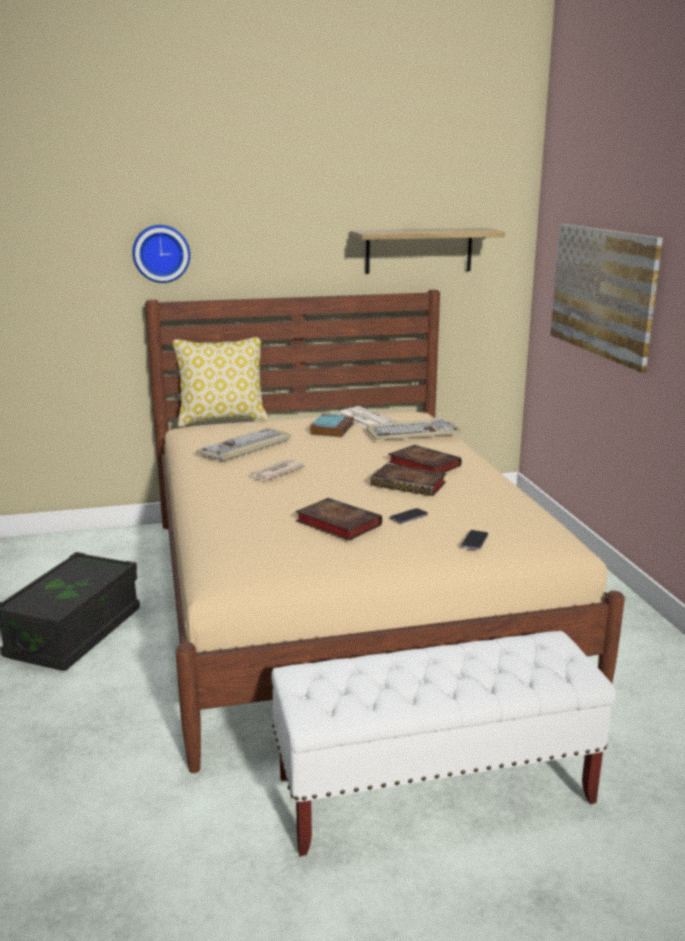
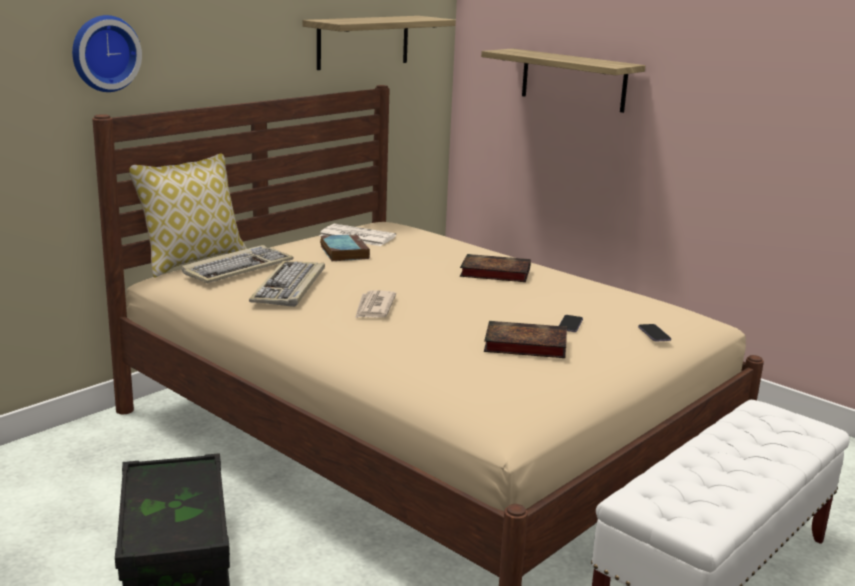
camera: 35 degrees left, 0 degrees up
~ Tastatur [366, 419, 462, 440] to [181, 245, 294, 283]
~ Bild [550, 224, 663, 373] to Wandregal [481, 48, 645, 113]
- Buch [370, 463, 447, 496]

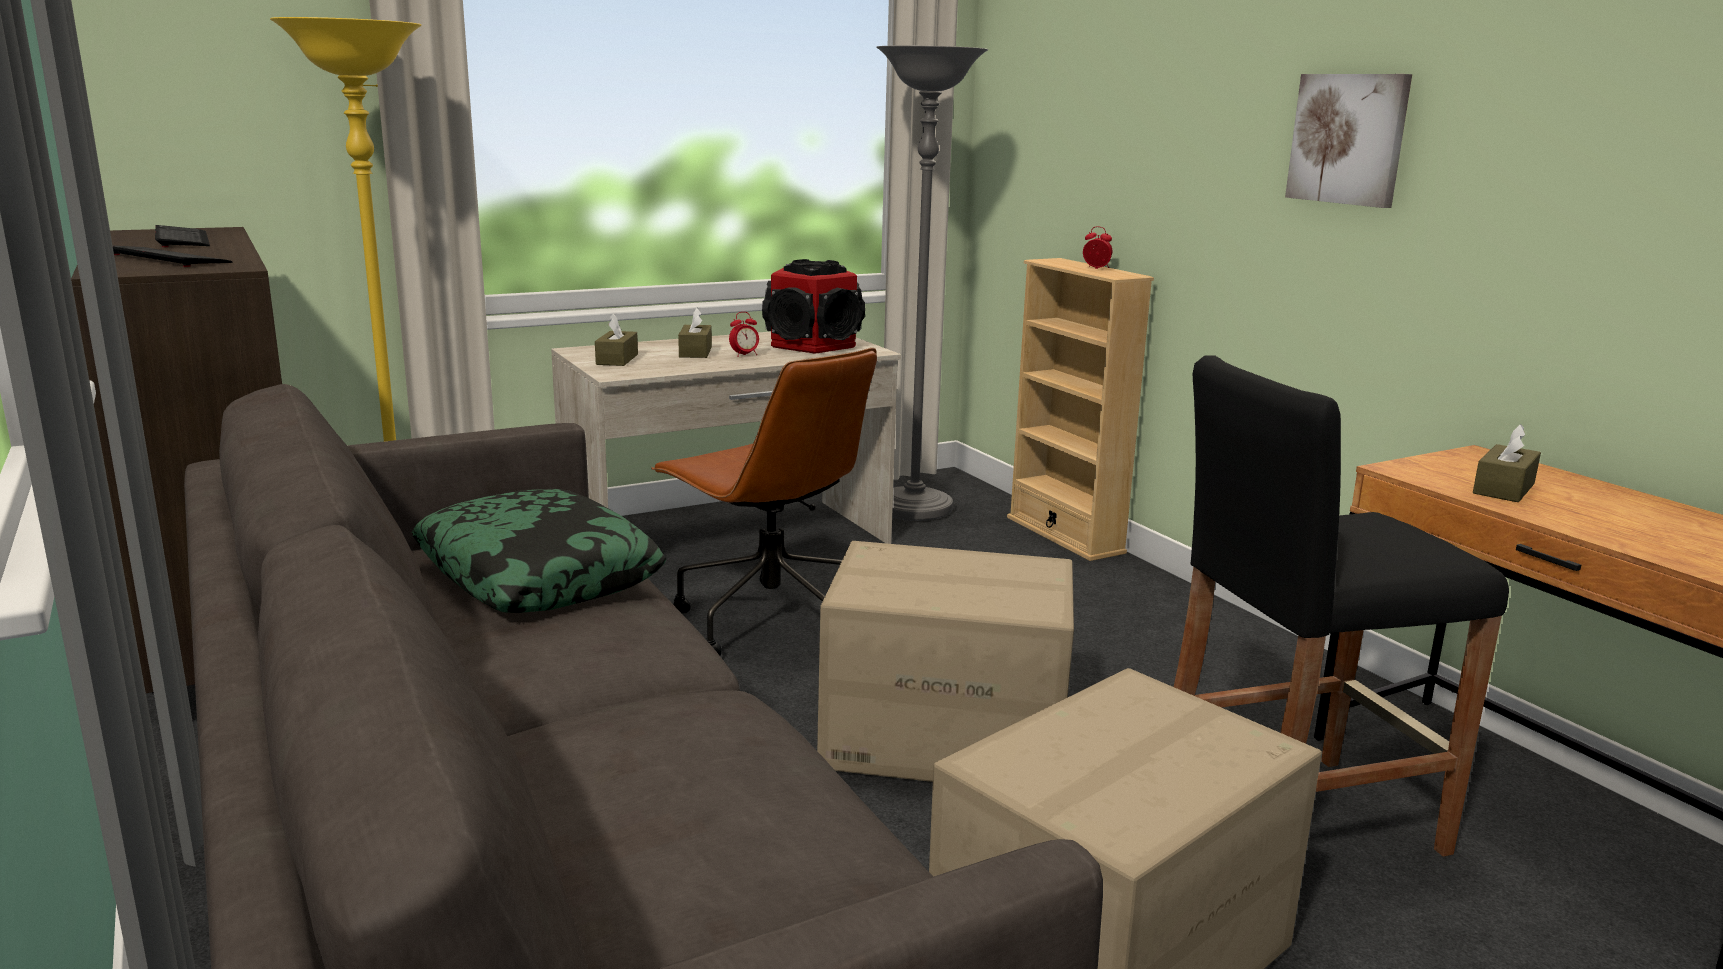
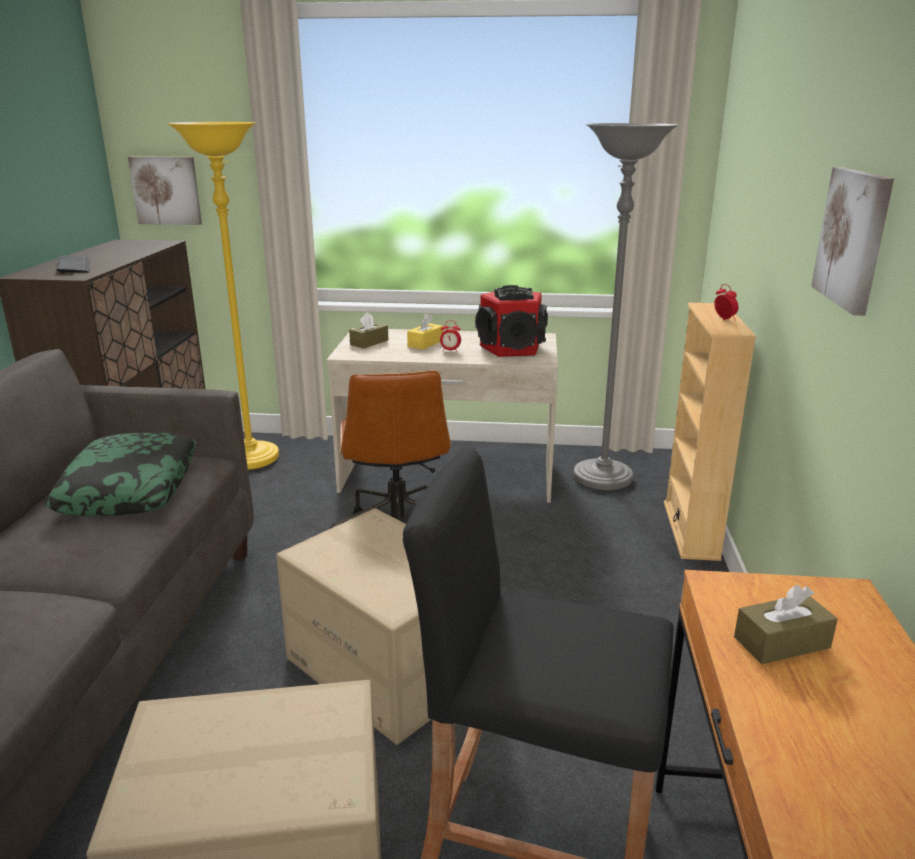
camera: 35 degrees right, 5 degrees up
+ Bild [128, 156, 202, 225]
~ Taschentuchbox/braun [678, 308, 712, 358] to Taschentuchbox/gelb [407, 313, 443, 349]
- Tastatur [155, 225, 210, 247]

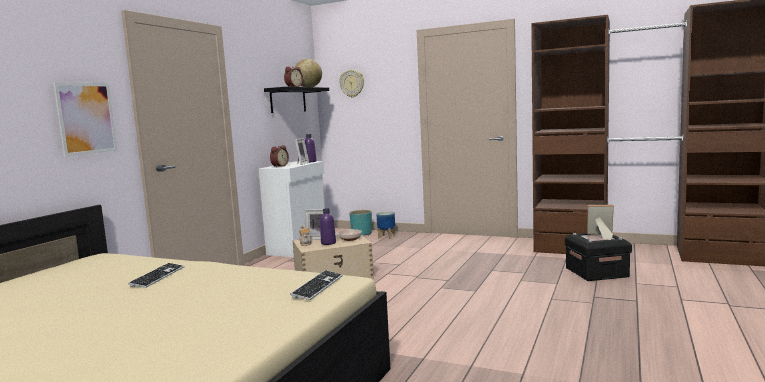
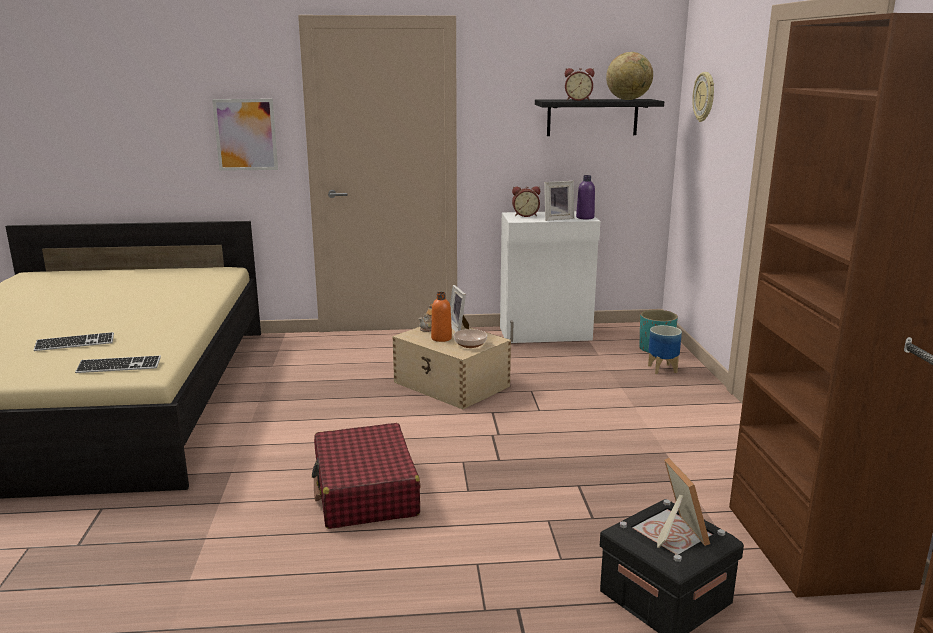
camera: 60 degrees right, 10 degrees up
~ Tastatur [128, 263, 185, 288] to [34, 332, 114, 351]
+ Koffer/rot [312, 423, 421, 529]
~ Flasche/lila [320, 208, 336, 245] to Flasche/orange [431, 292, 452, 342]

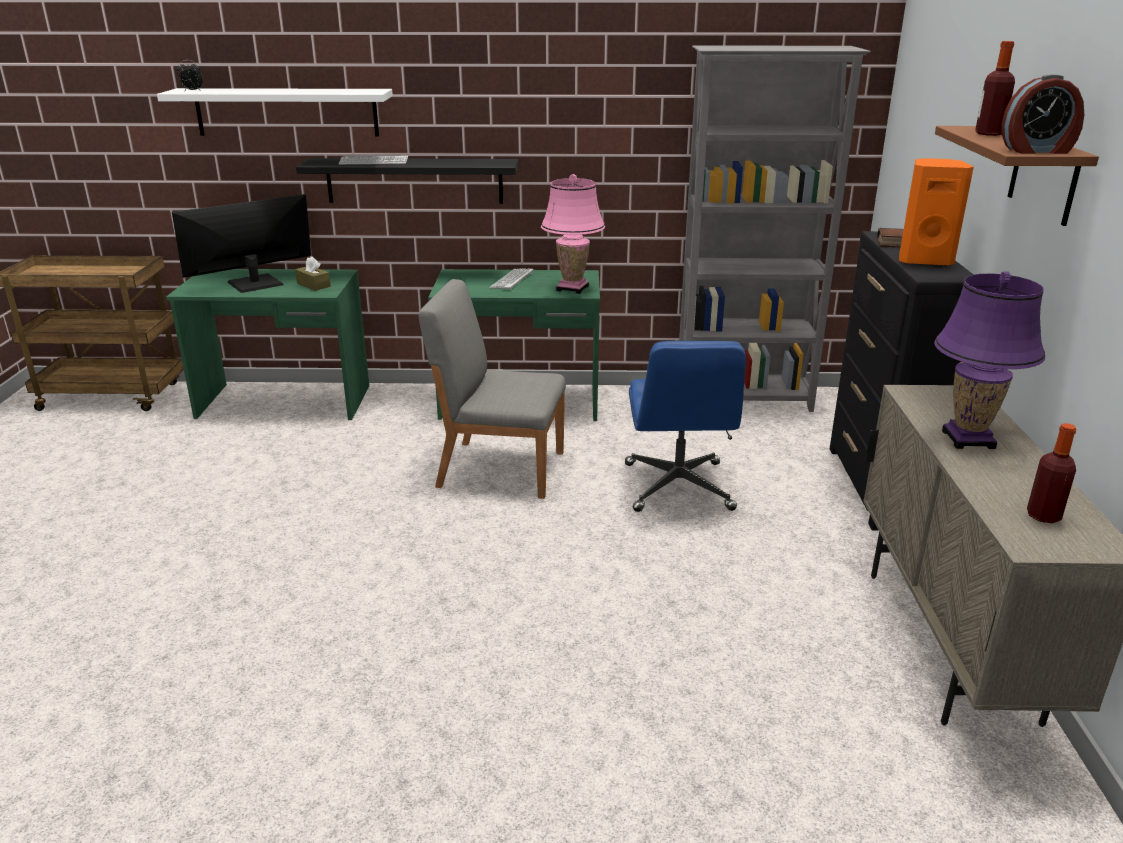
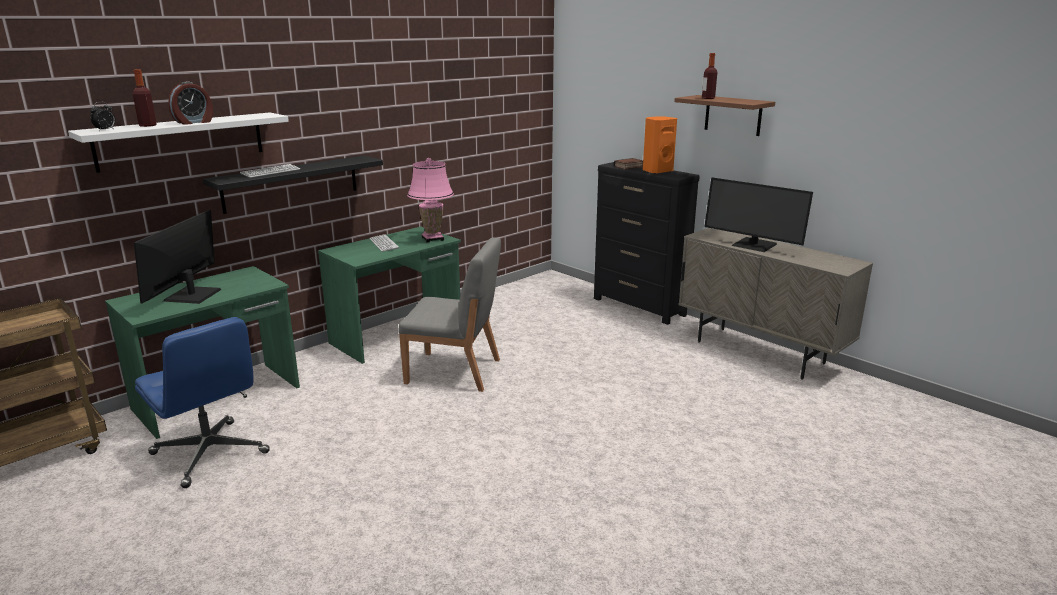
camera: 45 degrees left, 5 degrees down
~ Flasche [1027, 423, 1076, 523] to [133, 69, 157, 127]
~ Bürostuhl/blau [625, 341, 746, 512] to [135, 317, 270, 488]
~ Wecker [1002, 74, 1084, 154] to [168, 82, 213, 125]
~ Stuhl/grau [419, 279, 566, 499] = [398, 237, 501, 392] 135 degrees counterclockwise
~ Tischlampe/lila [934, 271, 1045, 449] to Monitor [704, 177, 813, 252]
- Taschentuchbox/braun [295, 256, 331, 291]
- Bücherregal/grau [679, 45, 871, 412]

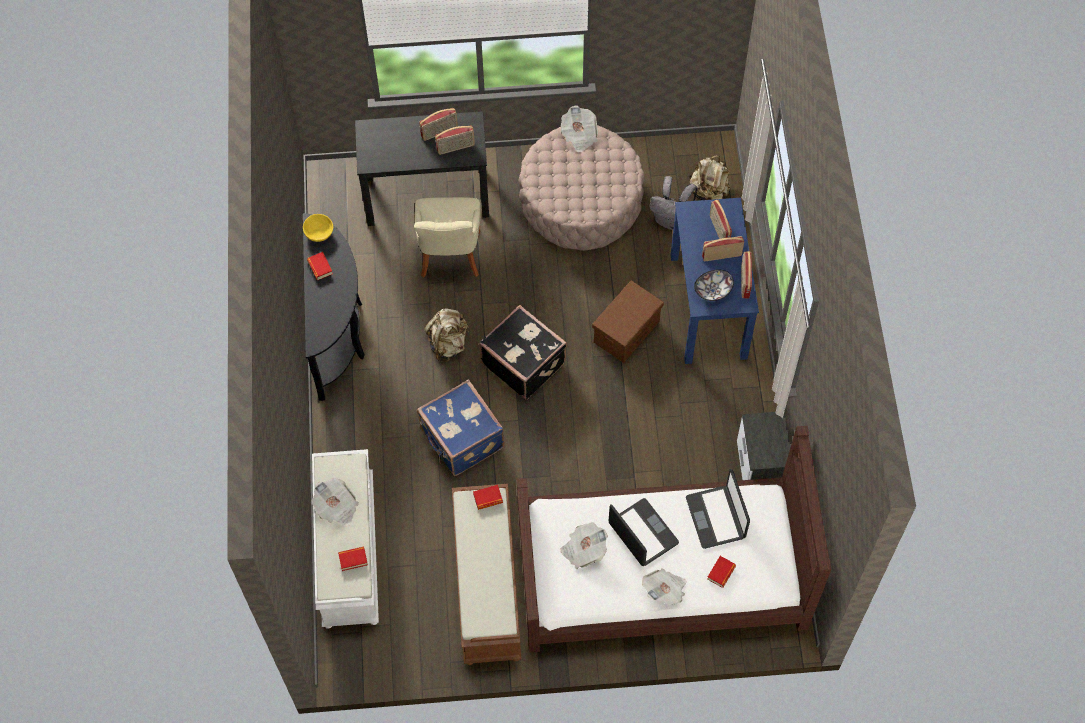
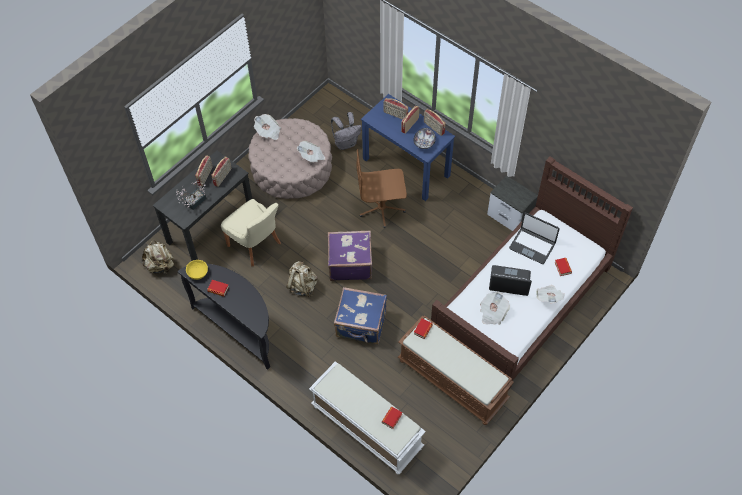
camera: 45 degrees left, 5 degrees down
~ Rucksack/beige [689, 156, 730, 200] to [142, 240, 174, 274]
+ Topfpflanze [176, 181, 207, 210]
~ Zeitung [312, 478, 359, 527] to [297, 141, 326, 163]
~ Koffer/schwarz [479, 305, 567, 400] to Koffer/lila [328, 230, 372, 281]
~ Aufbewahrungsbox/braun [592, 280, 664, 363] to Bürostuhl/braun [356, 149, 407, 228]

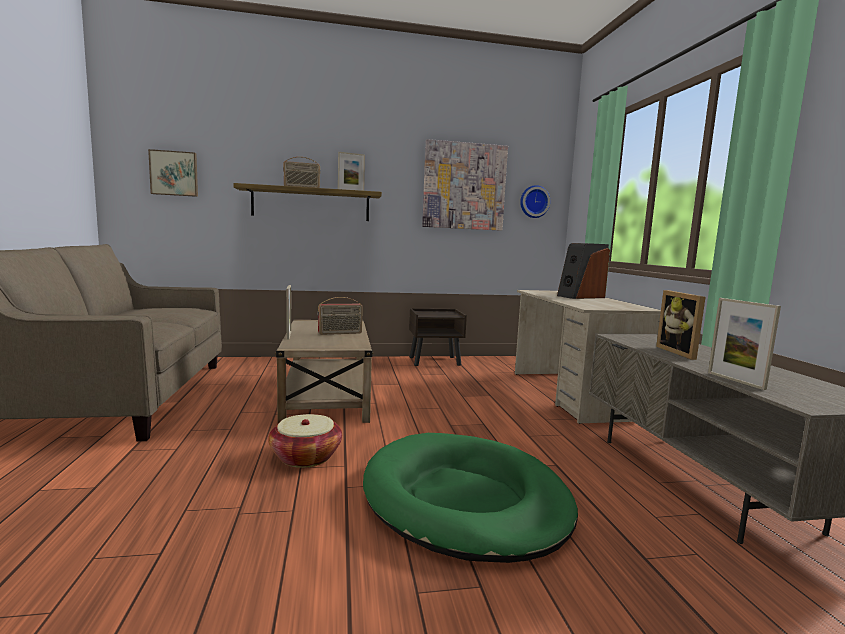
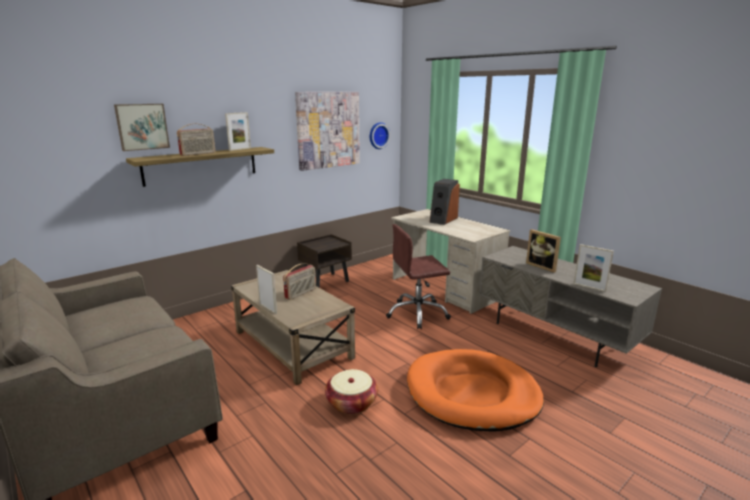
camera: 30 degrees left, 10 degrees up
~ Bild [148, 149, 198, 197] to [114, 104, 170, 151]
+ Bürostuhl/braun [386, 224, 451, 329]
~ Hundebett/grün [363, 433, 578, 563] to Hundebett/orange [407, 349, 544, 432]

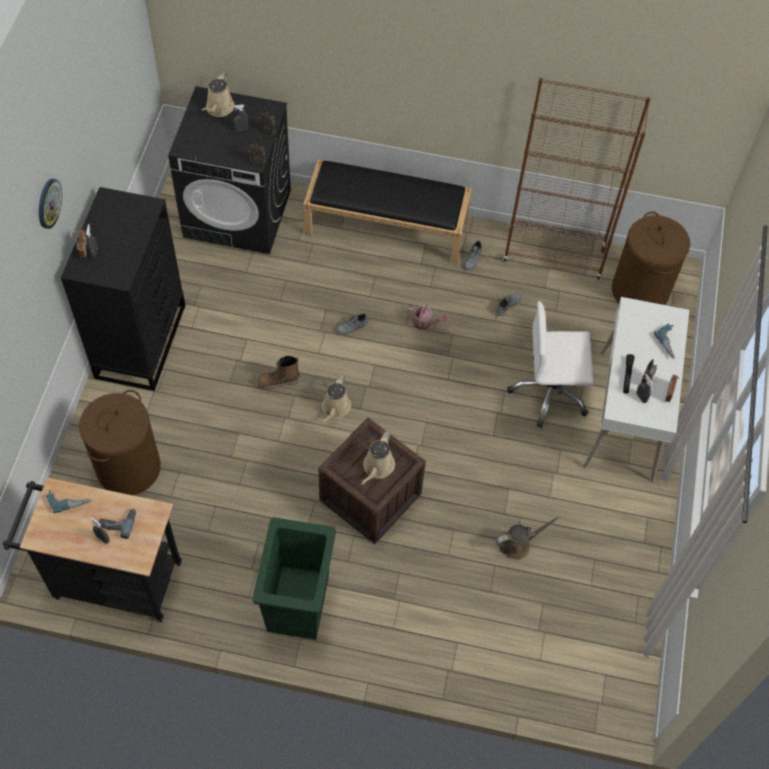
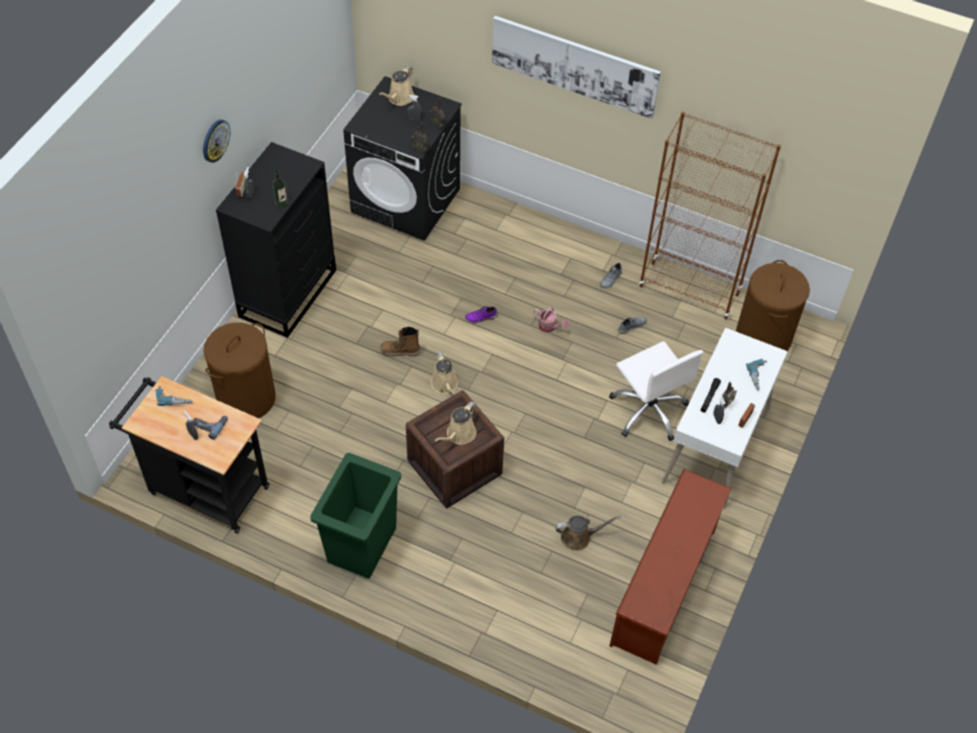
camera: 15 degrees right, 5 degrees down
+ Flasche [273, 170, 288, 208]
~ Gießkanne/beige [322, 374, 351, 423] = [431, 352, 458, 395] 45 degrees counterclockwise
~ Schuh/grau [336, 314, 369, 335] to Schuh/lila [465, 306, 498, 323]
+ Bild [492, 16, 661, 119]
~ Bürostuhl/weiß [507, 301, 593, 428] = [609, 341, 703, 441] 135 degrees counterclockwise
+ Schuhregal/braun [609, 469, 731, 665]
- Bank/schwarz [303, 159, 472, 264]

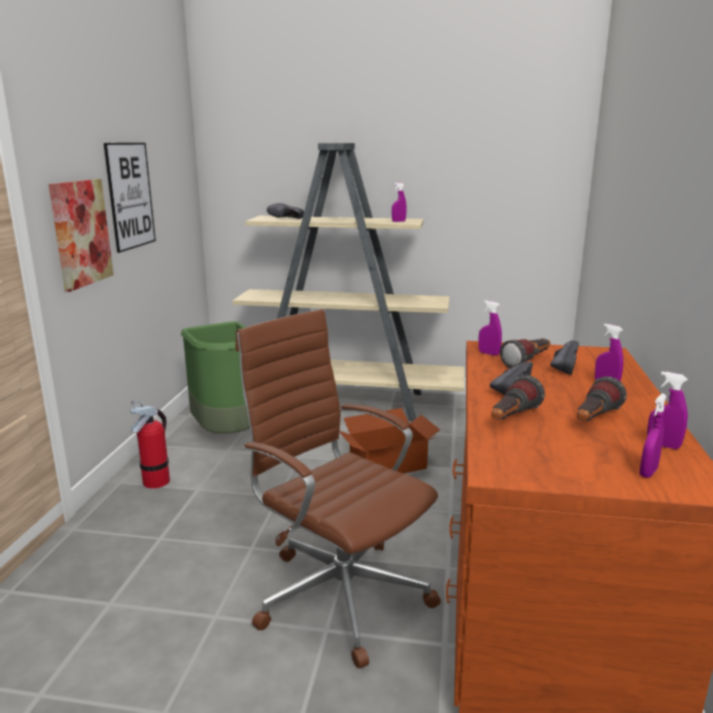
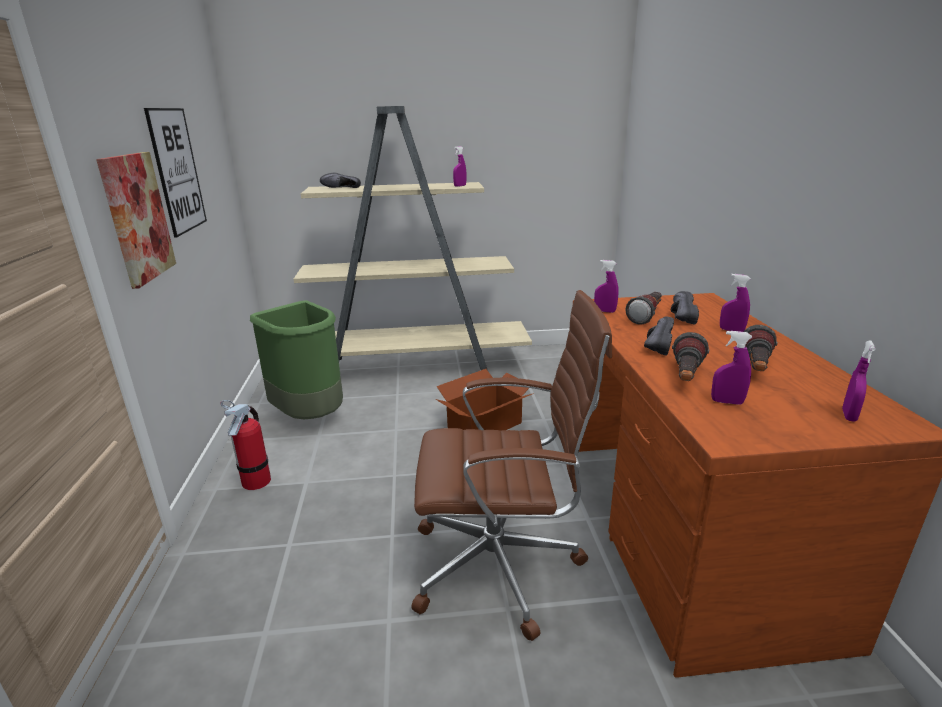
camera: 15 degrees left, 5 degrees up
~ Bürostuhl/braun [235, 309, 441, 668] = [411, 290, 612, 641] 150 degrees clockwise
~ Sprühflasche/lila [647, 372, 688, 449] to [711, 331, 752, 405]

